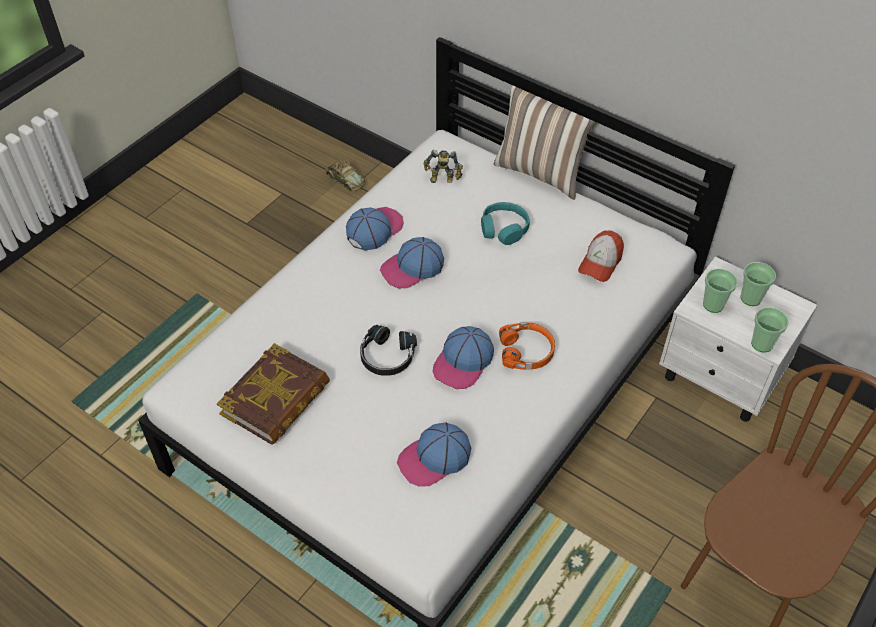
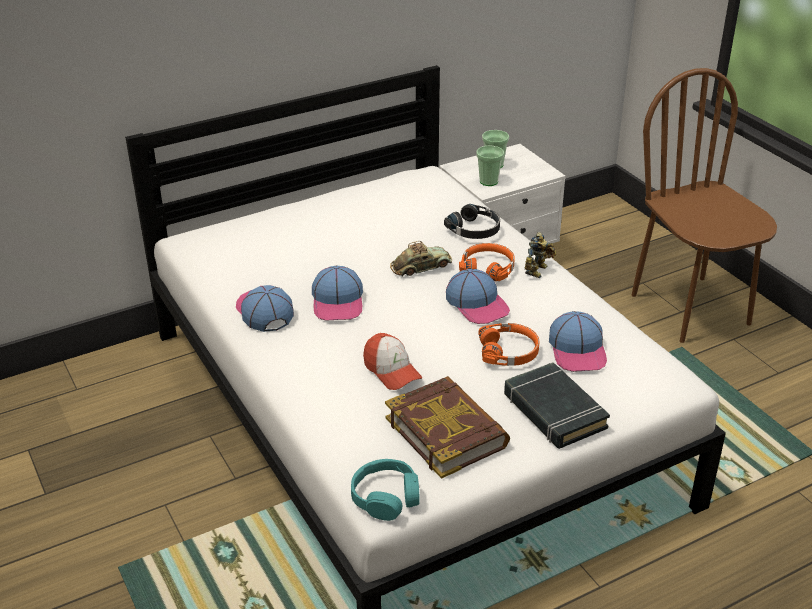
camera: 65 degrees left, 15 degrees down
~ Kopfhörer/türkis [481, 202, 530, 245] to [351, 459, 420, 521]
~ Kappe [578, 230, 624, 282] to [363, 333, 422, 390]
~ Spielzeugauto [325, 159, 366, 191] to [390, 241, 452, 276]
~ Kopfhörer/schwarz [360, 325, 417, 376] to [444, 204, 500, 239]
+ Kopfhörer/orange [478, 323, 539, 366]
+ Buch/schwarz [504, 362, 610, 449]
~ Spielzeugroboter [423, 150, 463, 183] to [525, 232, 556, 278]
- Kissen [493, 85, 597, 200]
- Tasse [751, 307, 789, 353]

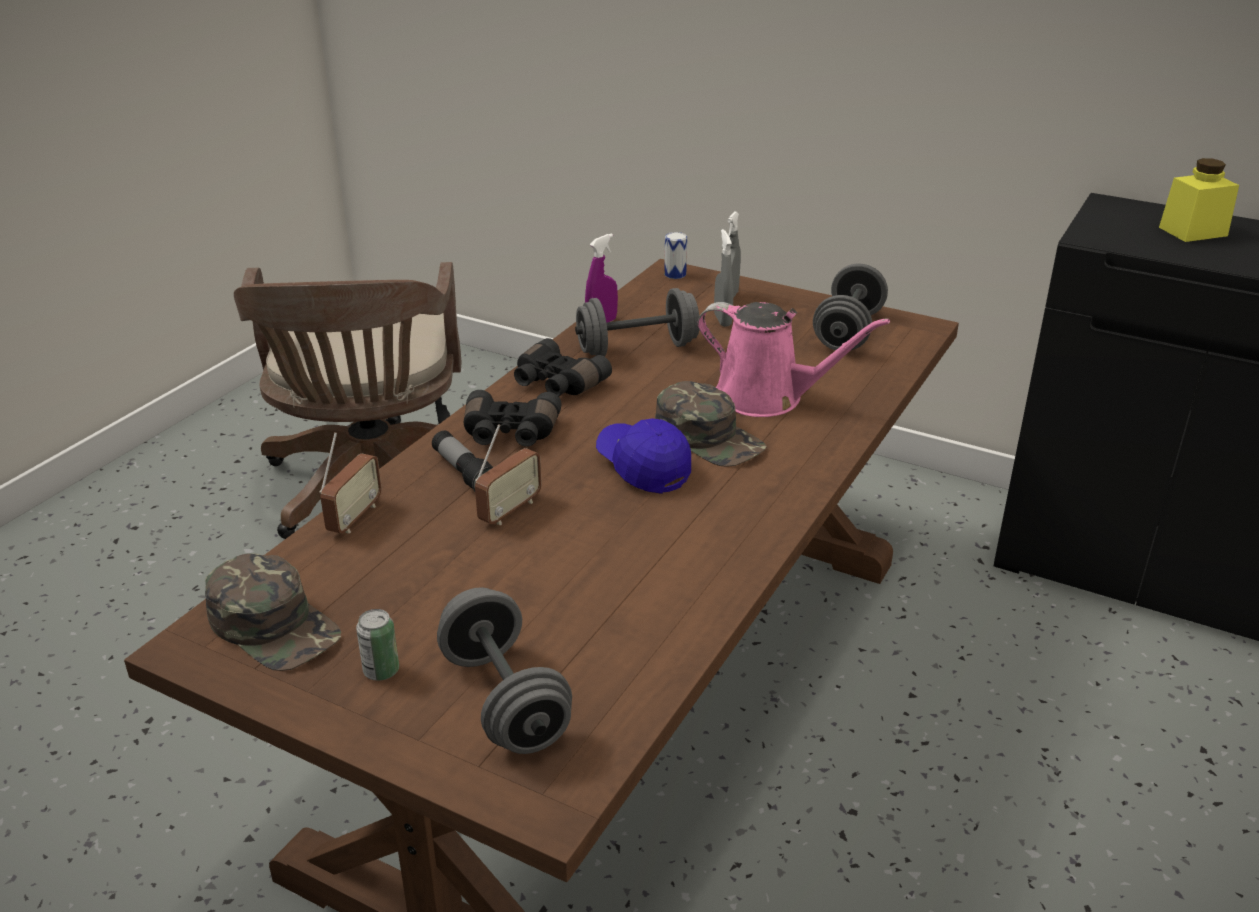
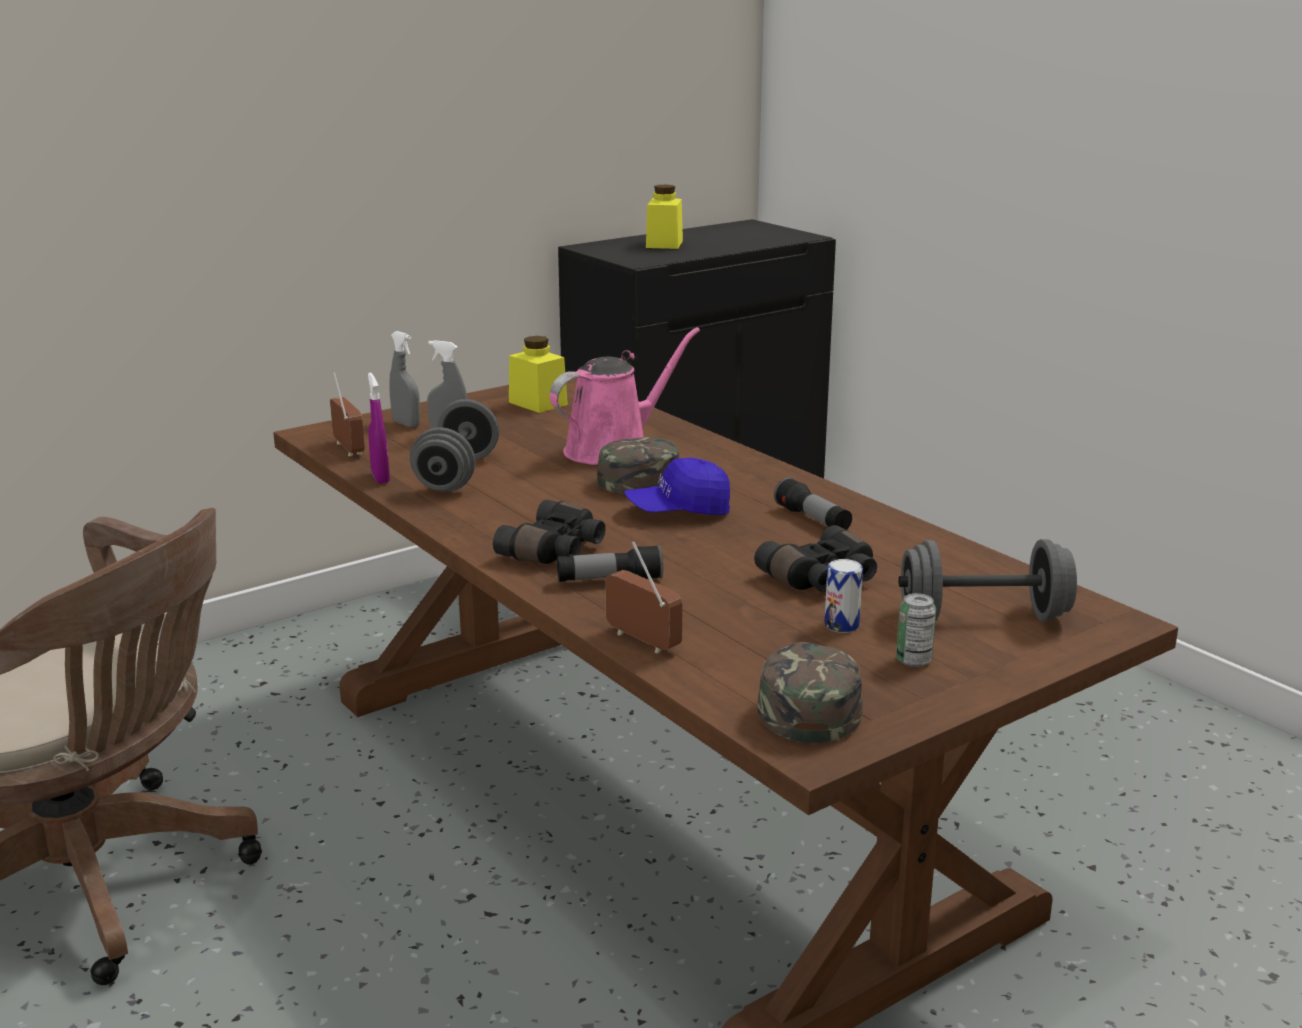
camera: 65 degrees left, 10 degrees down
~ Radio [475, 424, 542, 525] to [330, 372, 365, 456]
~ Hantel/grau [813, 263, 888, 351] to Vorratsglas/gelb [509, 336, 568, 413]
~ Fernglas/schwarz [514, 338, 612, 397] to [754, 525, 877, 592]
~ Kappe/grün [205, 553, 341, 671] = [757, 642, 863, 743] 60 degrees counterclockwise
+ Taschenlampe [774, 477, 852, 530]
~ Dose [664, 232, 687, 279] to [824, 559, 863, 633]

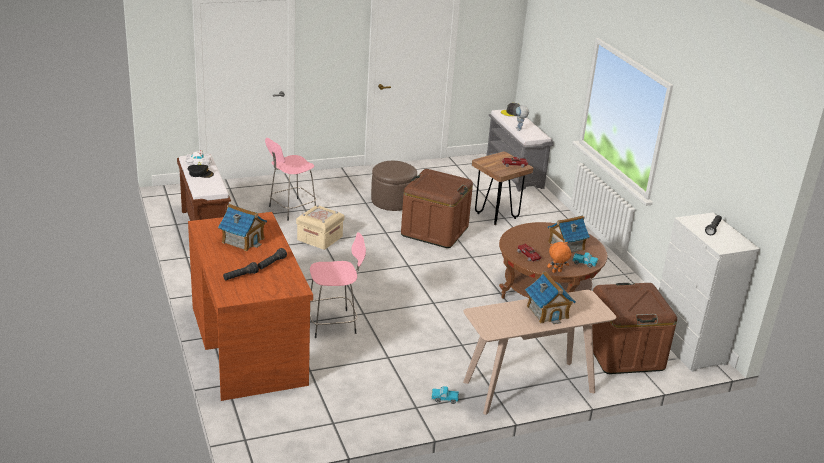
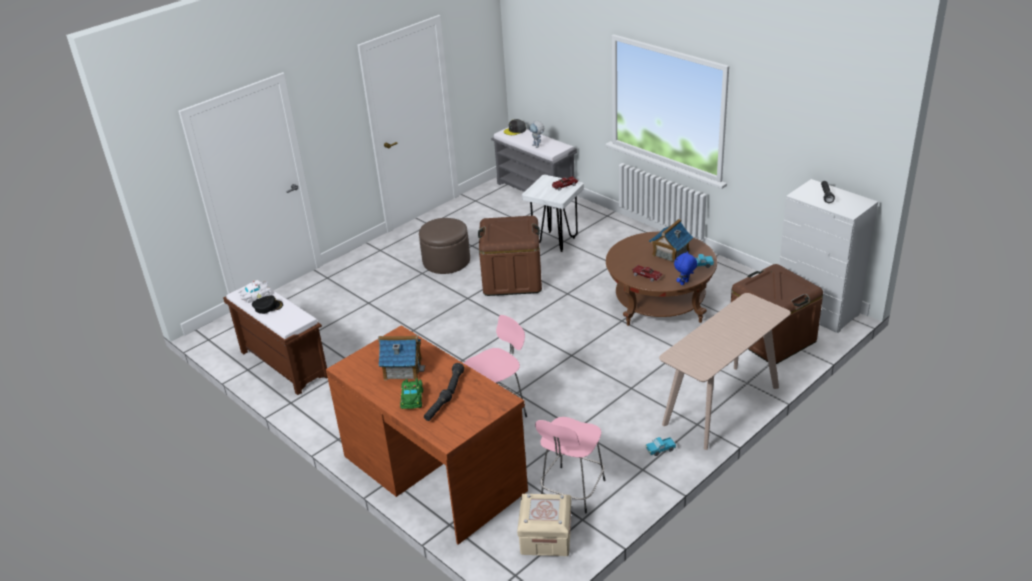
camera: 20 degrees left, 5 degrees up
+ Spielzeugauto/grün [400, 378, 423, 409]
~ Aufbewahrungsbox/beige [296, 205, 344, 250] to [517, 494, 571, 556]
~ Hocker/braun [472, 151, 533, 225] to Hocker/weiß [522, 175, 584, 252]
~ Hocker/rosa [265, 138, 316, 221] to [535, 417, 605, 514]
~ Plüschtier/orange [547, 242, 571, 273] to Plüschtier/blau [674, 251, 698, 285]
- Spielzeughaus [525, 271, 576, 324]

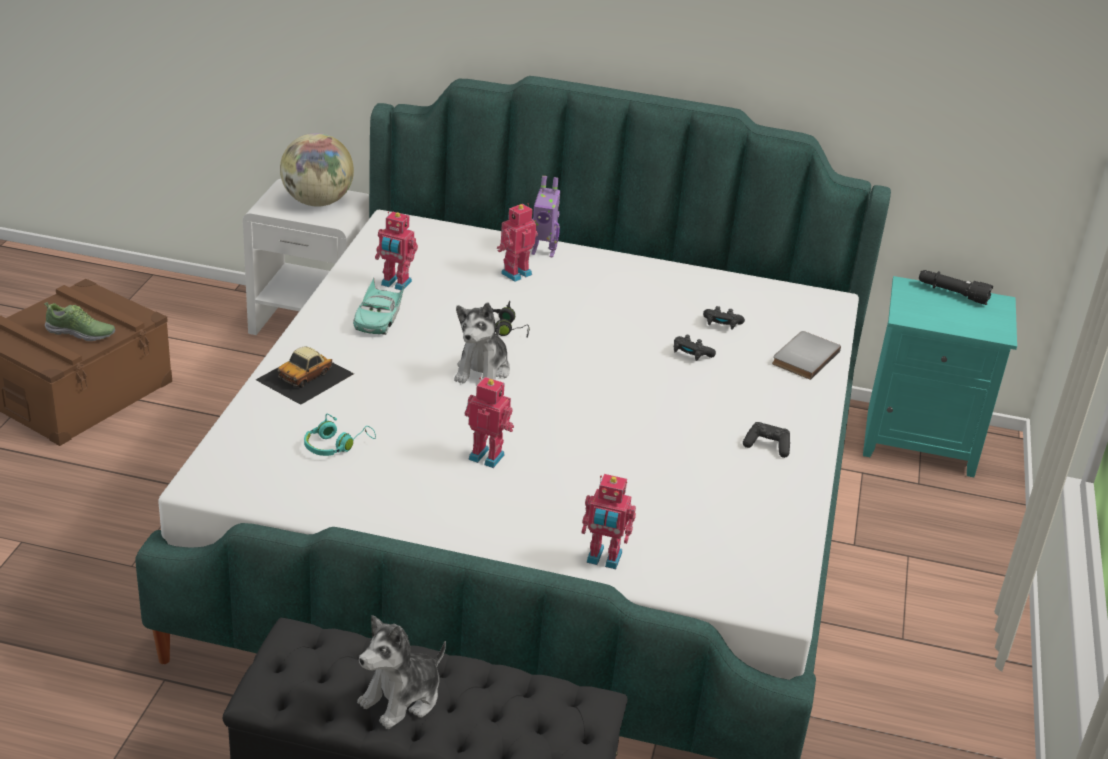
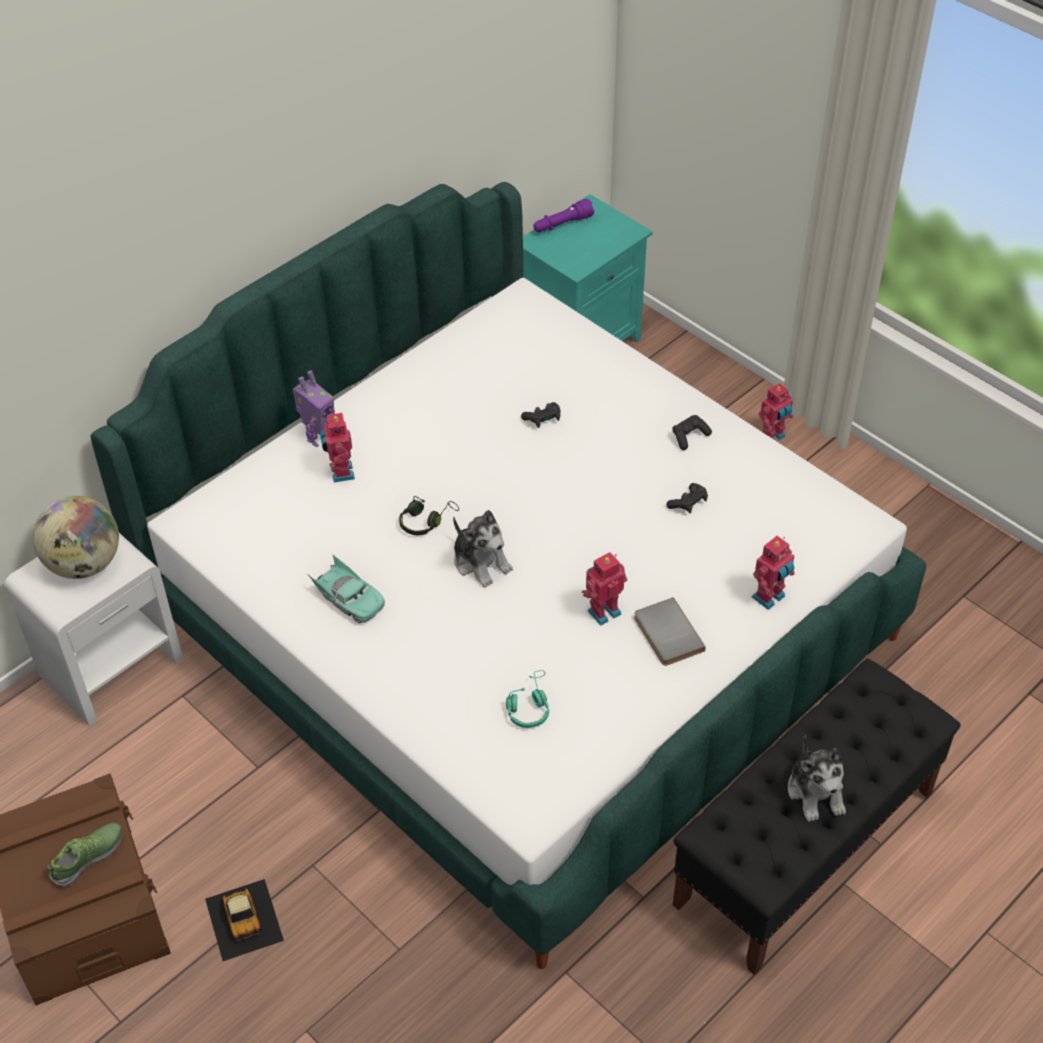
camera: 55 degrees left, 15 degrees up
~ Spielzeugauto [256, 346, 354, 405] to [205, 879, 284, 961]
~ Taschenlampe/schwarz [919, 270, 993, 305] to Taschenlampe/lila [533, 198, 594, 232]
~ Buch/grau [772, 331, 841, 380] to [634, 597, 706, 666]
~ Gamepad/schwarz [703, 306, 745, 330] to [667, 483, 708, 514]
~ Spielzeugroboter [375, 211, 418, 290] to [759, 383, 793, 441]

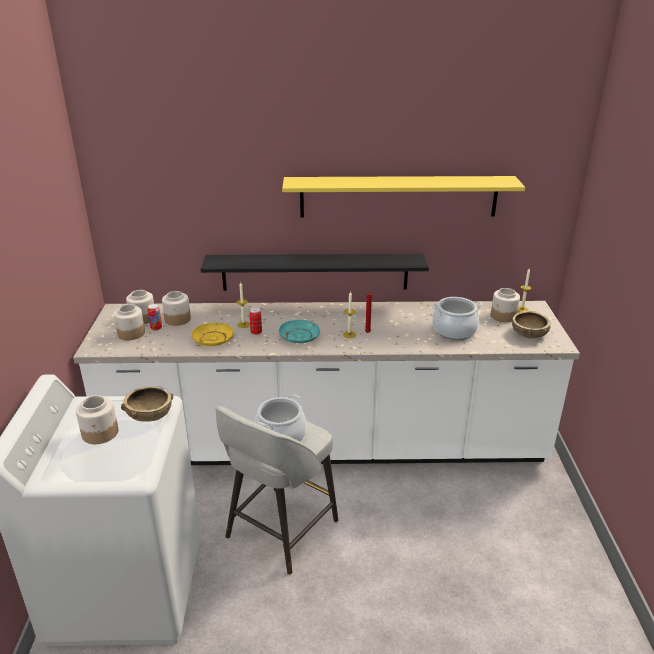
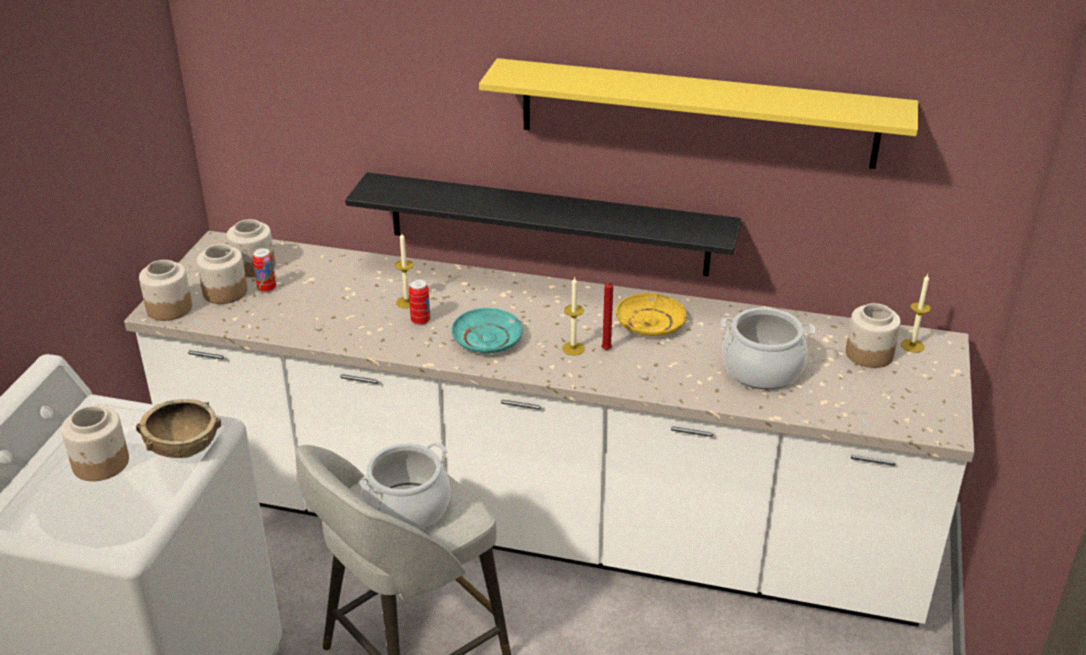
camera: 15 degrees right, 5 degrees up
~ Vorratsglas [162, 291, 191, 326] to [139, 260, 192, 321]
~ Teller/gelb [191, 323, 234, 346] to [616, 293, 687, 336]
- Schüssel/braun [512, 311, 551, 338]

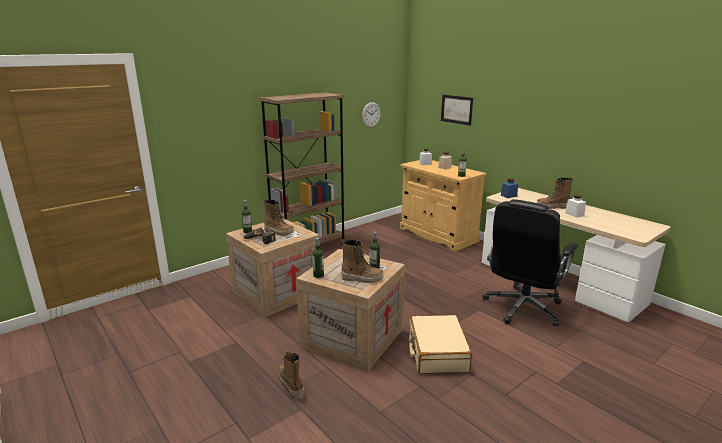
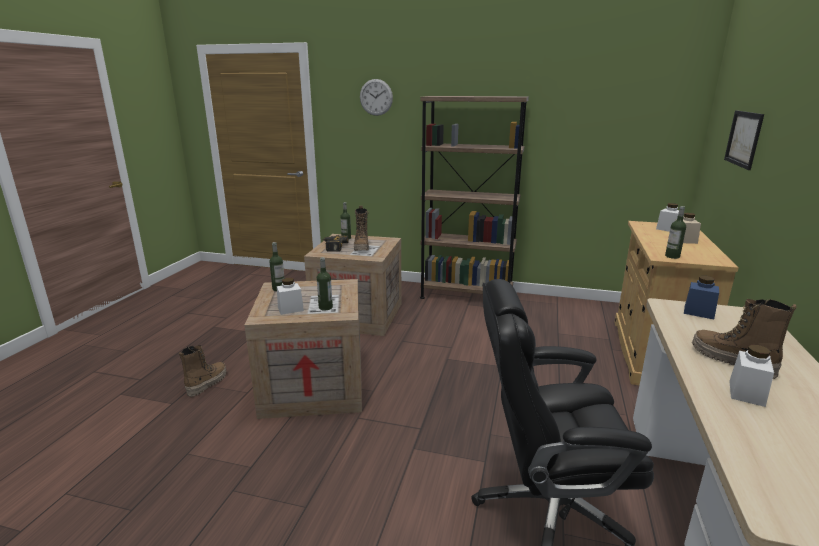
camera: 55 degrees right, 0 degrees up
~ Stiefel [341, 239, 383, 283] to Vorratsglas/weiß [277, 278, 304, 315]
~ Wanduhr [362, 102, 381, 127] to [360, 79, 393, 116]
- Koffer/beige [409, 315, 472, 374]

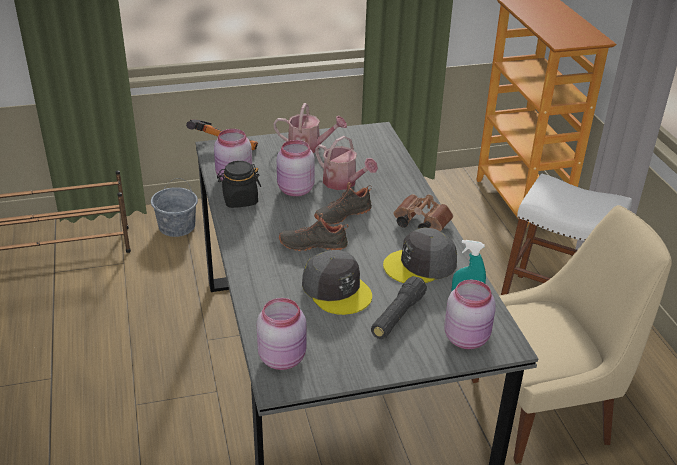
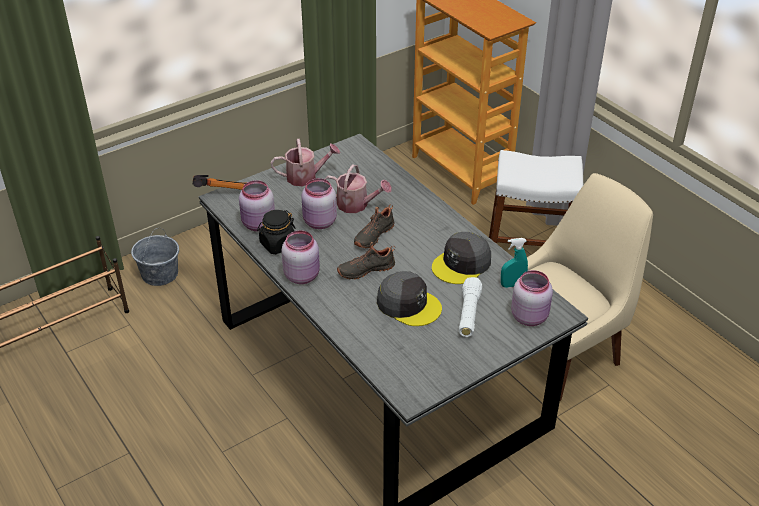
camera: 20 degrees left, 5 degrees up
~ Vorratsglas/rosa [257, 298, 307, 370] to [282, 230, 320, 284]
~ Taschenlampe/schwarz [371, 276, 427, 339] to Taschenlampe/weiß [458, 277, 482, 337]
- Fernglas/braun [394, 194, 453, 231]

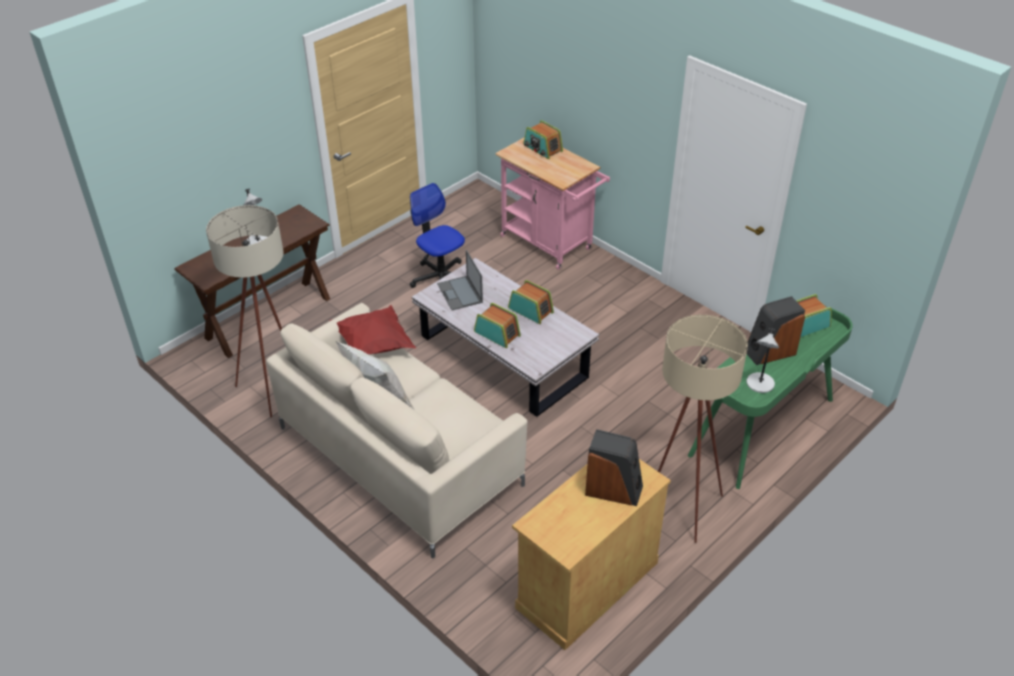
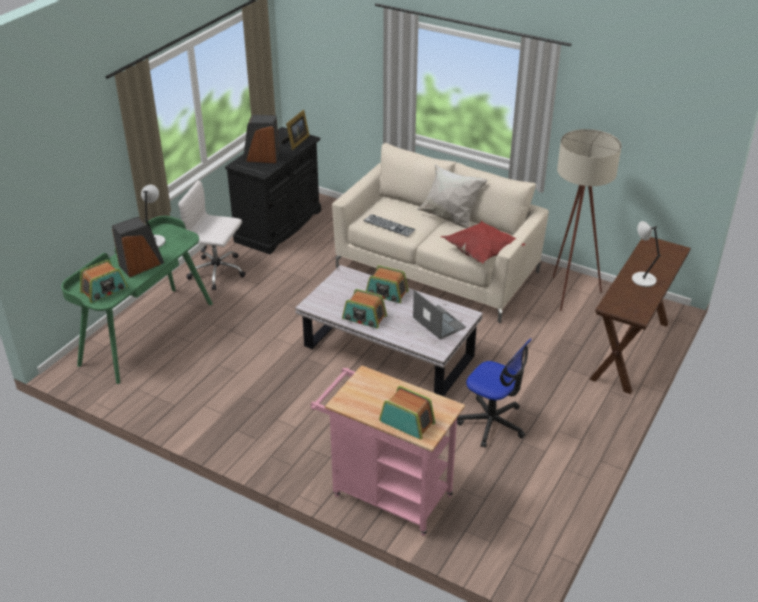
camera: 165 degrees right, 5 degrees down
~ Stehlampe/beige [658, 315, 748, 543] to Bürostuhl/weiß [178, 180, 246, 290]
~ Schrank/beige [512, 459, 671, 650] to Schrank/schwarz [225, 127, 321, 254]
+ Bilderrahmen [281, 110, 310, 150]
+ Tastatur [364, 214, 415, 236]

